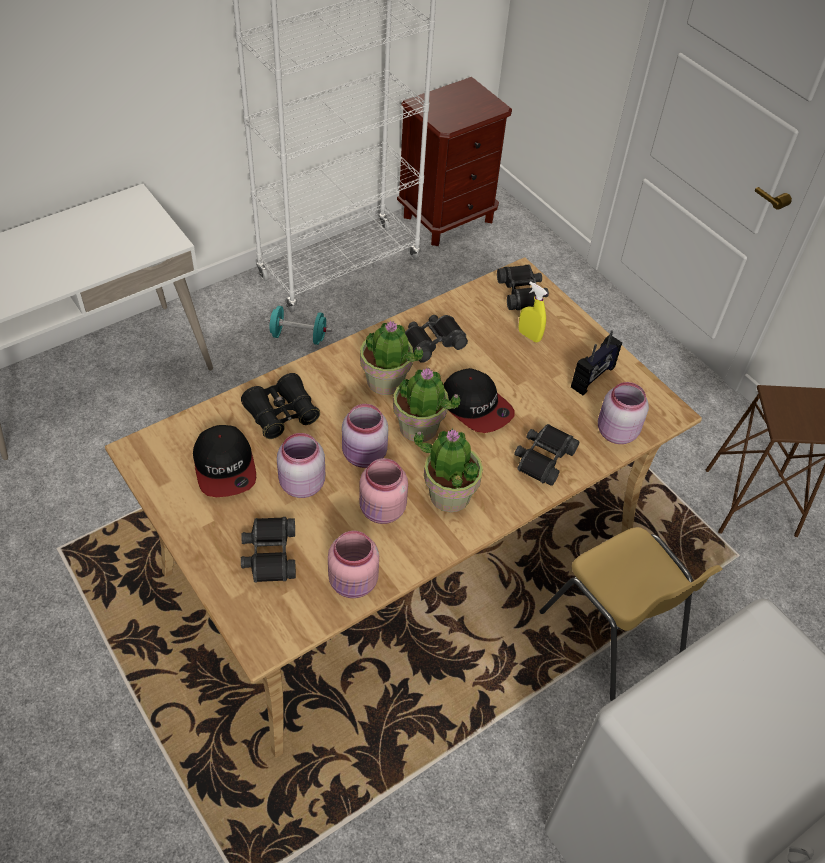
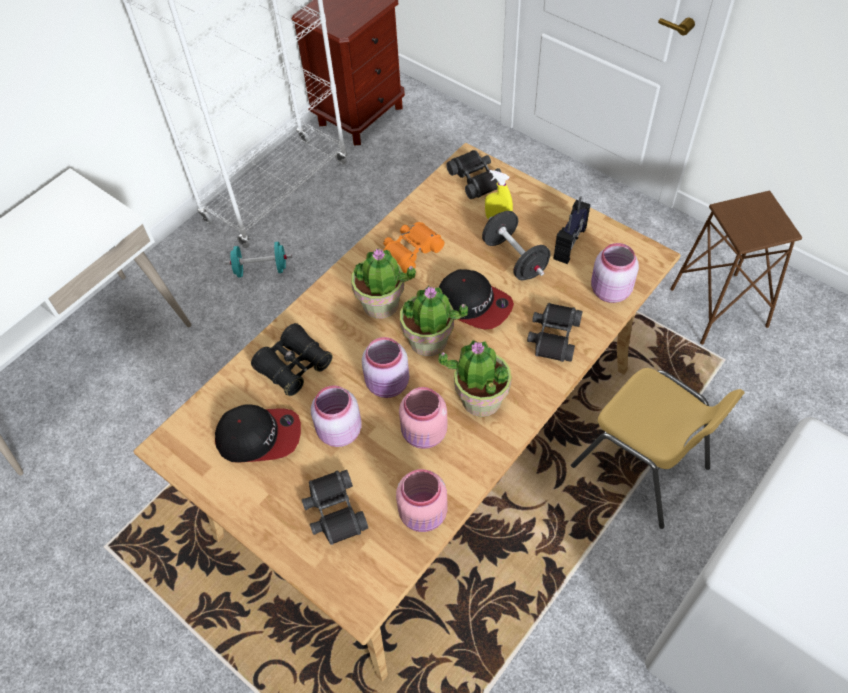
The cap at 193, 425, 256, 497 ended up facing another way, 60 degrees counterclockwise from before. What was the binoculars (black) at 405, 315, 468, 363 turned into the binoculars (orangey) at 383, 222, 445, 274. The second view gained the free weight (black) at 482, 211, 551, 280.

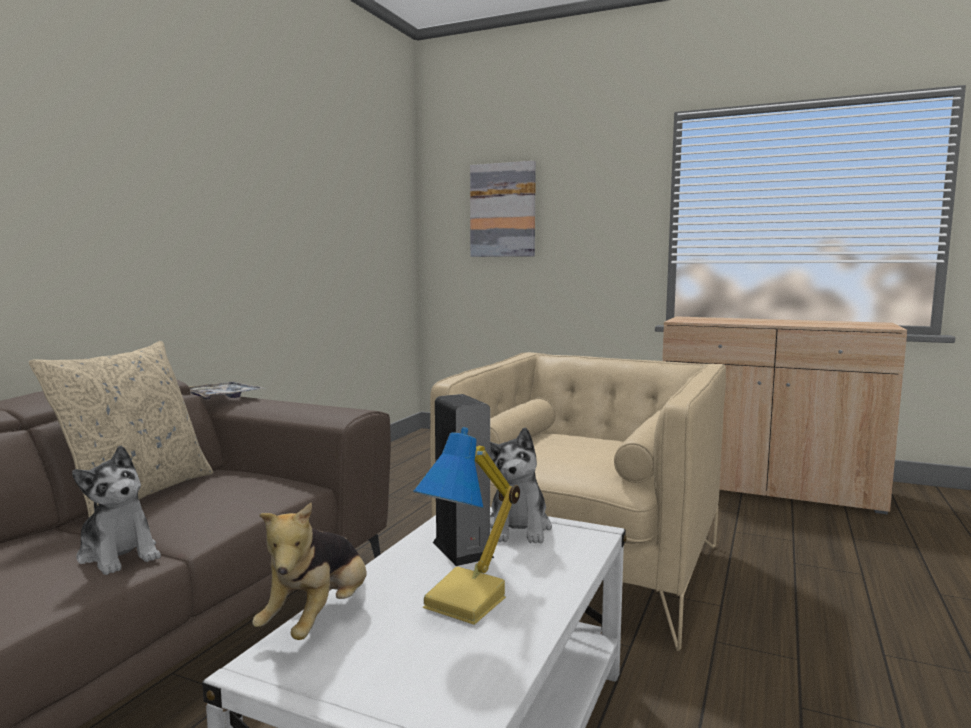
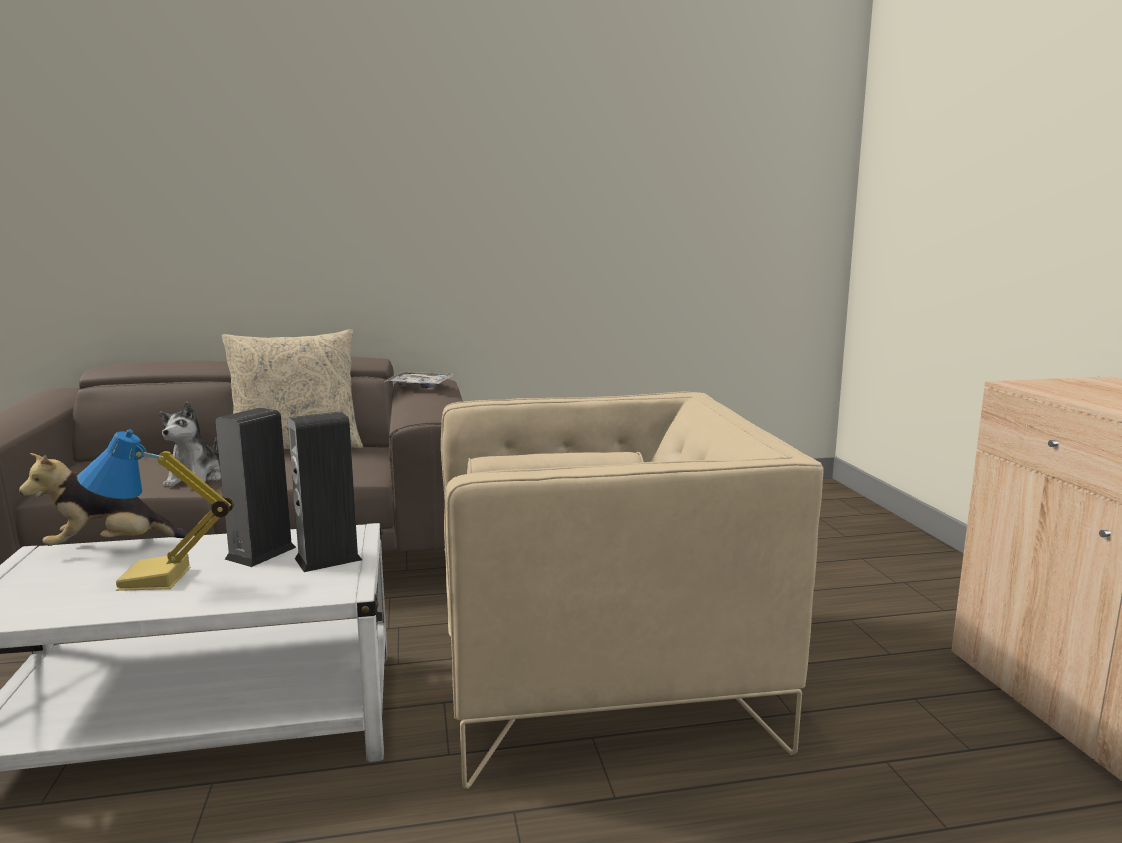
The second view lost the wall art at 470, 161, 536, 257. Where the cuddly toy stood at 490, 427, 552, 543, the audio speaker came to stand at 288, 412, 362, 572.

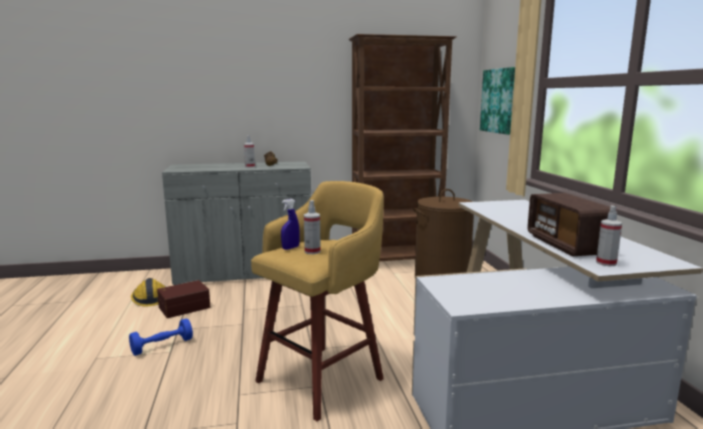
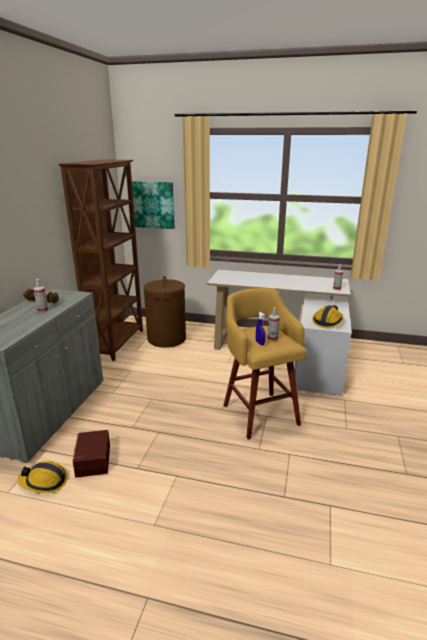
The second view lost the free weight (bluish) at 129, 319, 193, 356. The second view lost the radio at 527, 193, 617, 256. The second view gained the work helmet at 312, 305, 344, 328.

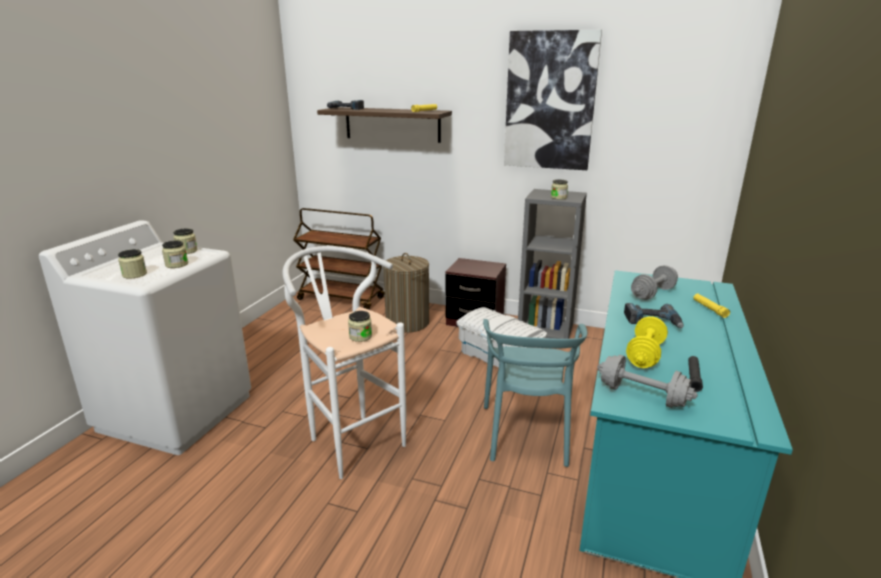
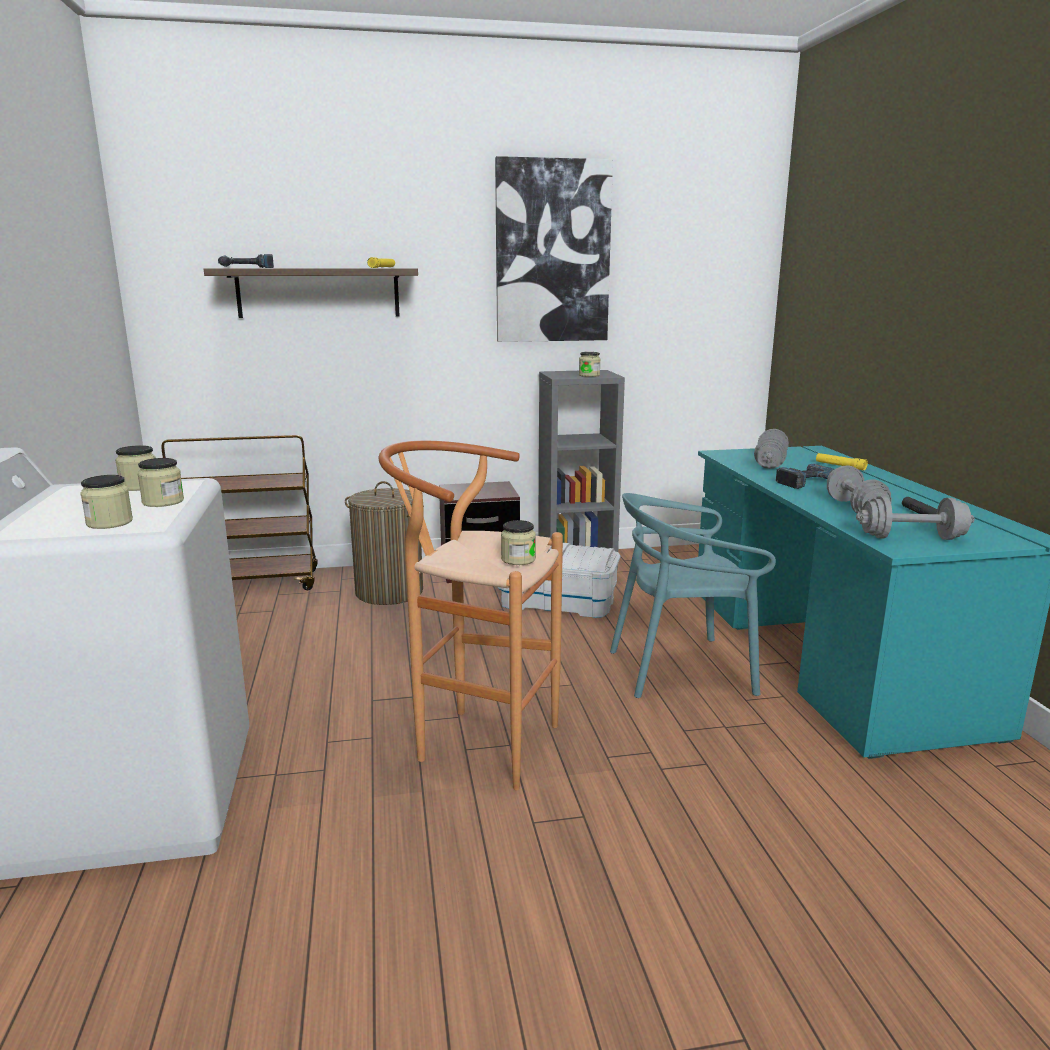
What was the sitting stool (white-coloured) at 283, 246, 406, 479 turned into the sitting stool (brownish) at 379, 441, 563, 790. The upright chair (blue-green) at 483, 319, 587, 467 ended up facing another way, 105 degrees clockwise from before. What was the free weight (yellow) at 626, 316, 668, 368 turned into the free weight (greyish) at 827, 465, 892, 513.

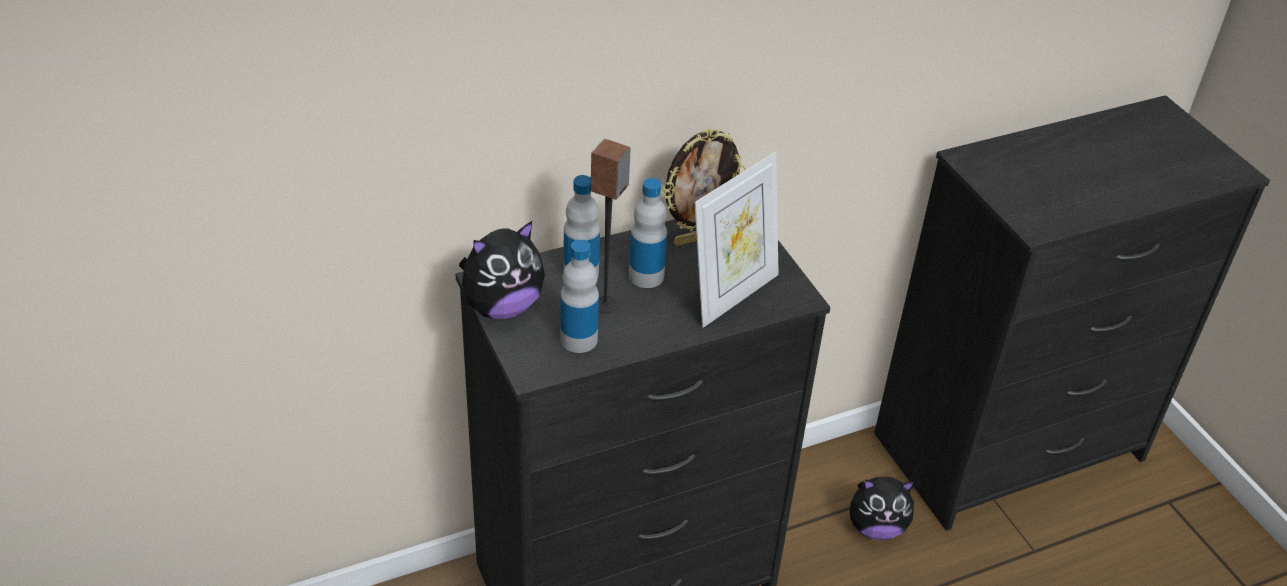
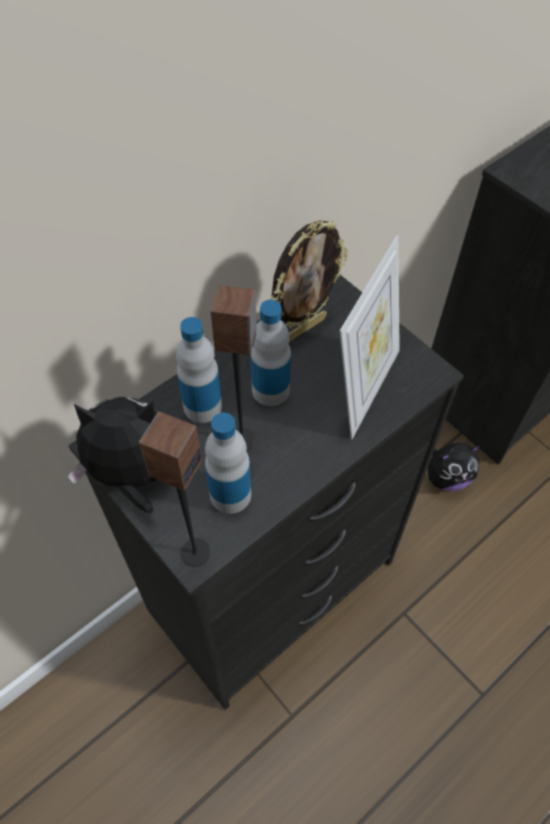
The cuddly toy at 459, 221, 545, 319 ended up facing another way, 135 degrees counterclockwise from before. The second view gained the audio speaker at 139, 411, 210, 567.

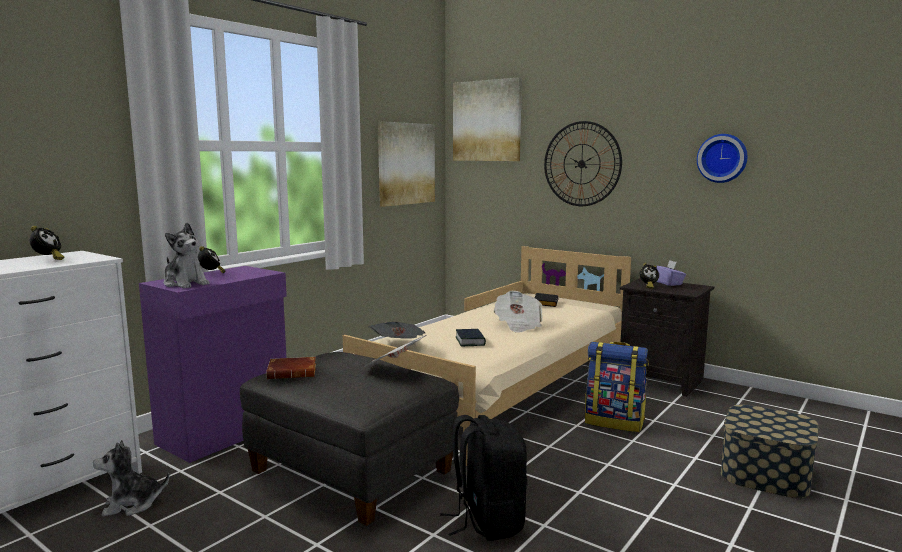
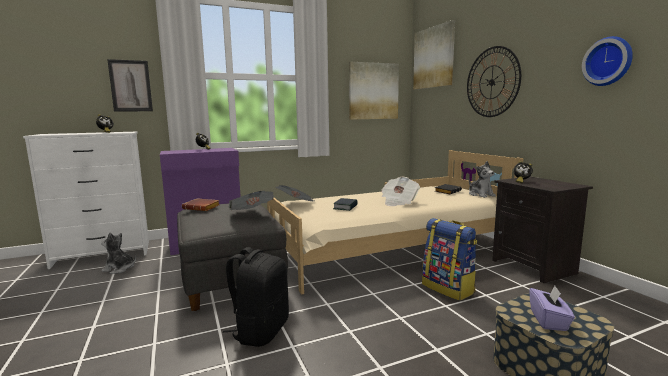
The cuddly toy ended up elsewhere, having gone from 164, 223, 210, 288 to 469, 161, 496, 198. The box of tissues (purple-coloured) ended up elsewhere, having gone from 656, 260, 686, 286 to 529, 286, 575, 331. The second view gained the wall art at 107, 59, 153, 112.

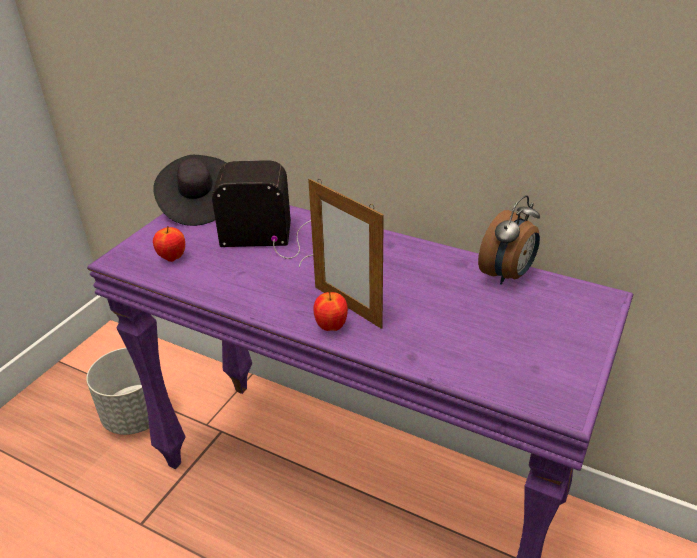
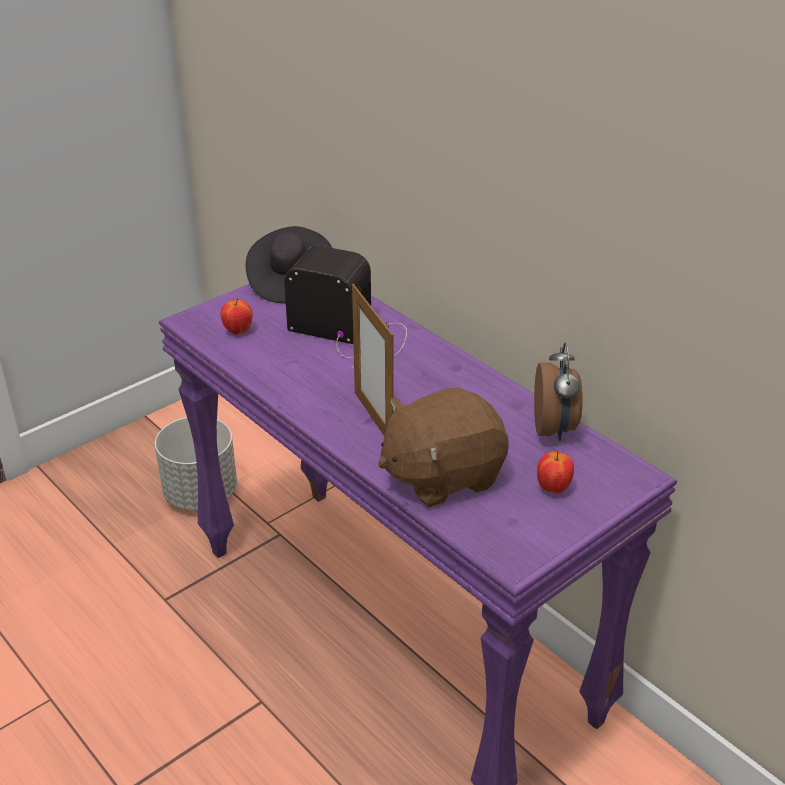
The apple fruit ended up elsewhere, having gone from 313, 292, 348, 331 to 537, 451, 574, 494. The table clock at 478, 195, 540, 285 ended up facing another way, 60 degrees counterclockwise from before. The second view gained the cuddly toy (brownish) at 378, 387, 509, 508.

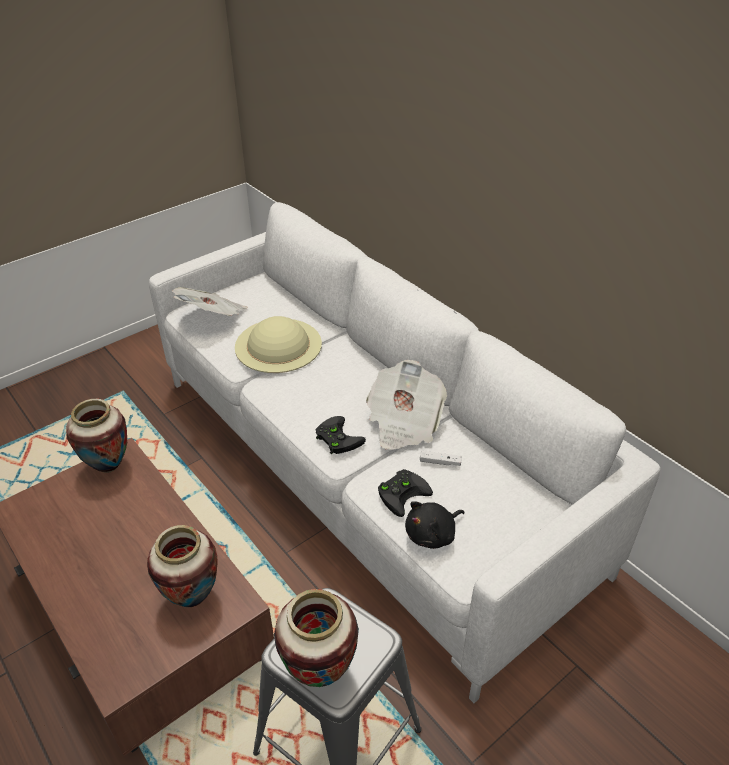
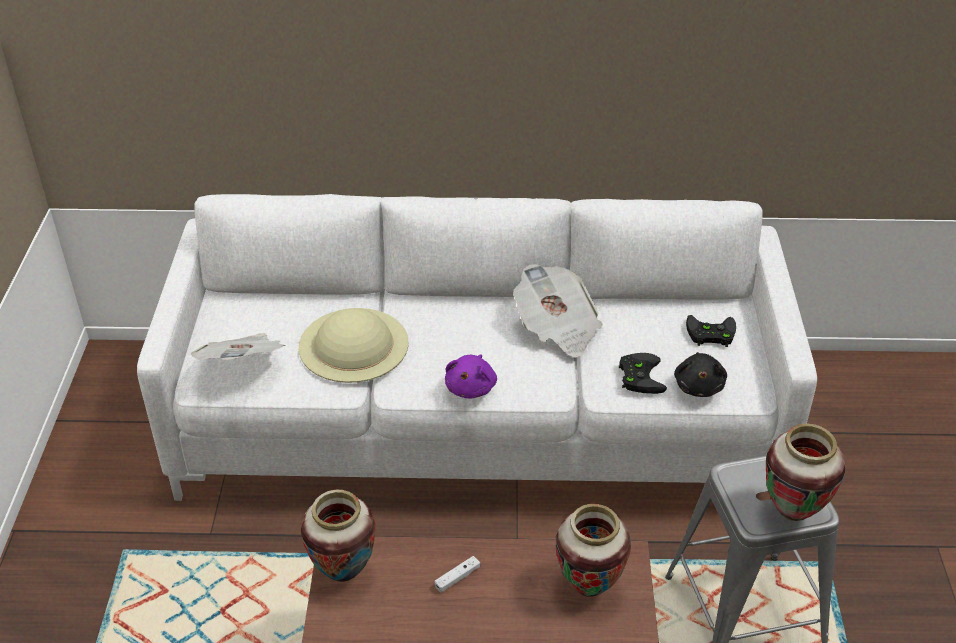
The gamepad (black) ended up elsewhere, having gone from 316, 416, 366, 454 to 686, 315, 736, 347. The gamepad (white-coloured) ended up elsewhere, having gone from 420, 451, 462, 466 to 434, 556, 480, 592. The second view gained the cuddly toy (purple-coloured) at 445, 354, 497, 399.

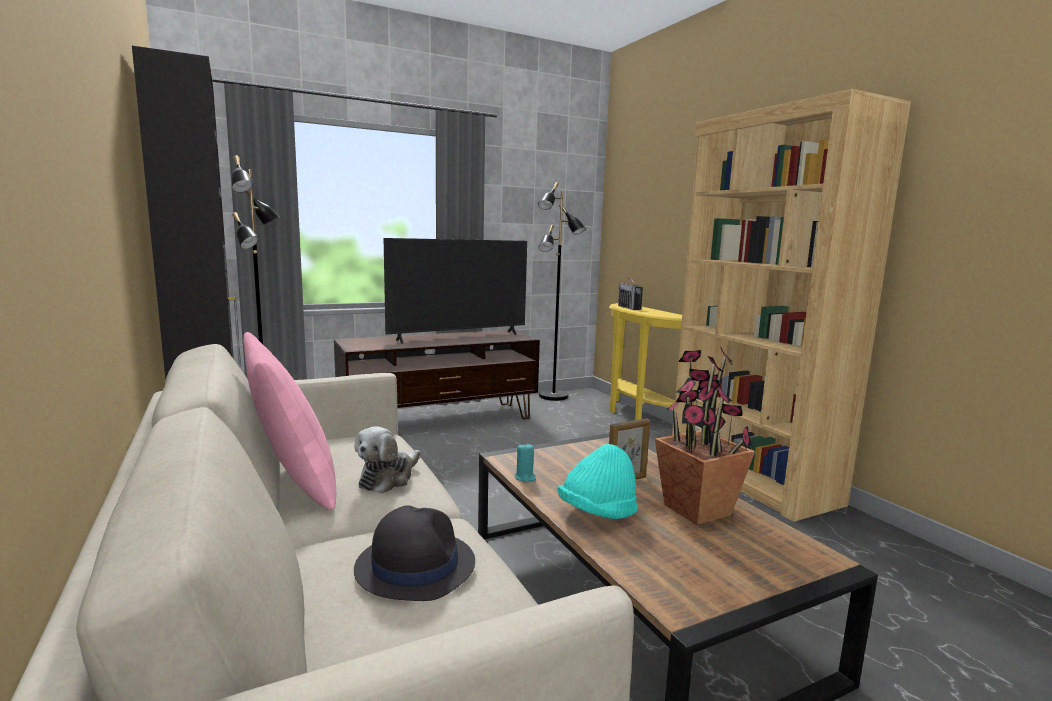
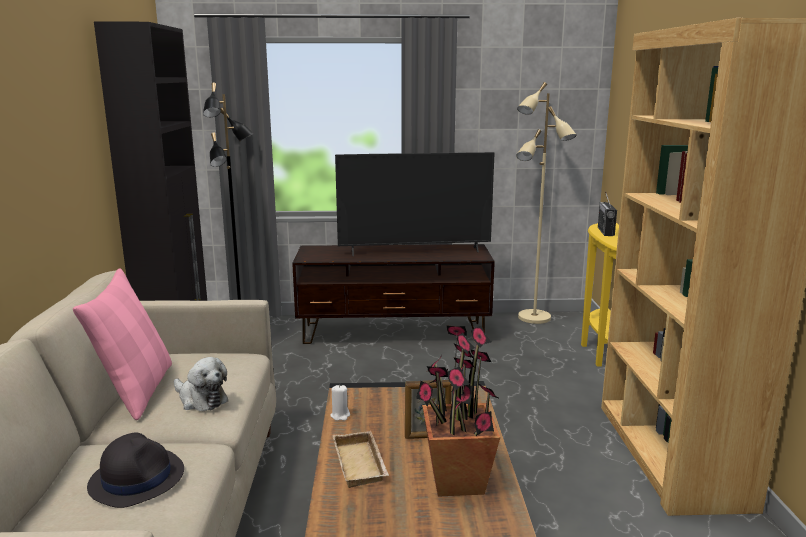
The cuddly toy at 354, 426, 420, 493 ended up facing another way, 105 degrees counterclockwise from before. What was the candle (blue-green) at 515, 444, 536, 482 turned into the candle (white-coloured) at 330, 385, 350, 421. What was the standard lamp (black) at 538, 182, 586, 401 turned into the standard lamp (sand-coloured) at 516, 82, 577, 324. Where the hat (blue-green) stood at 558, 444, 638, 519, the serving tray (sand-coloured) came to stand at 333, 431, 389, 488.

